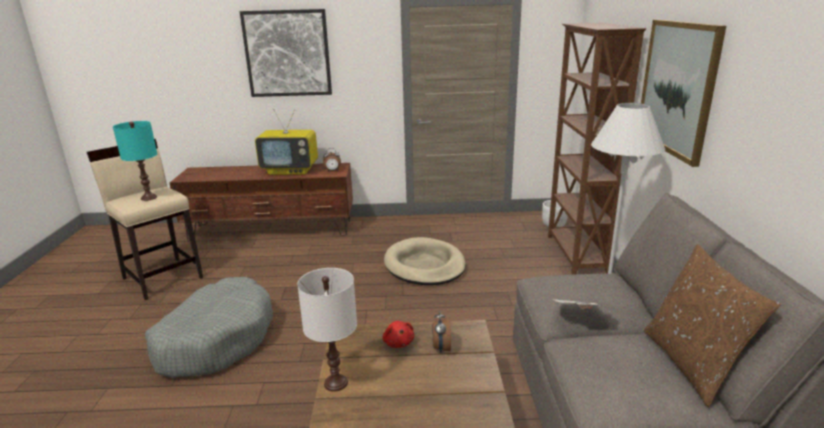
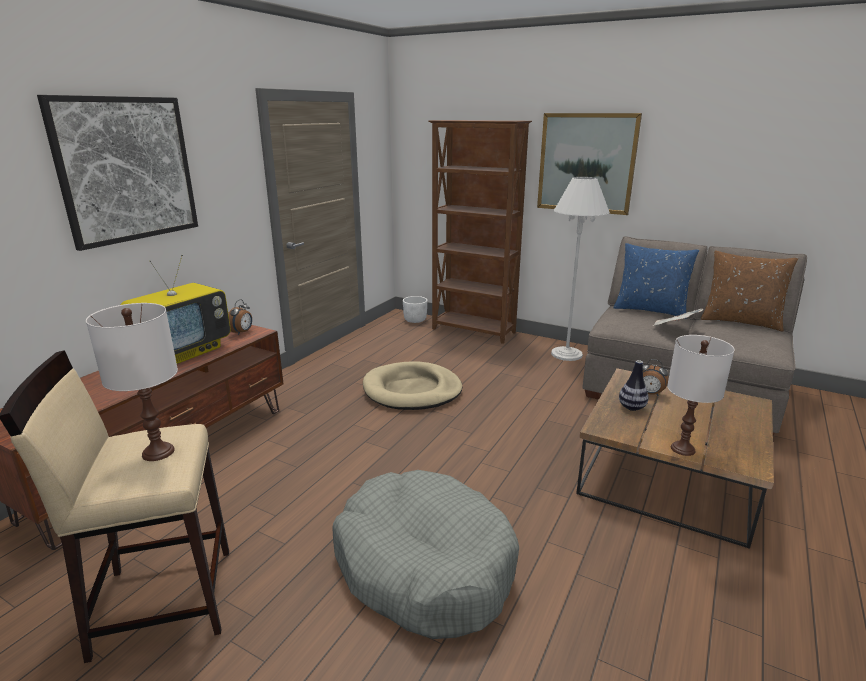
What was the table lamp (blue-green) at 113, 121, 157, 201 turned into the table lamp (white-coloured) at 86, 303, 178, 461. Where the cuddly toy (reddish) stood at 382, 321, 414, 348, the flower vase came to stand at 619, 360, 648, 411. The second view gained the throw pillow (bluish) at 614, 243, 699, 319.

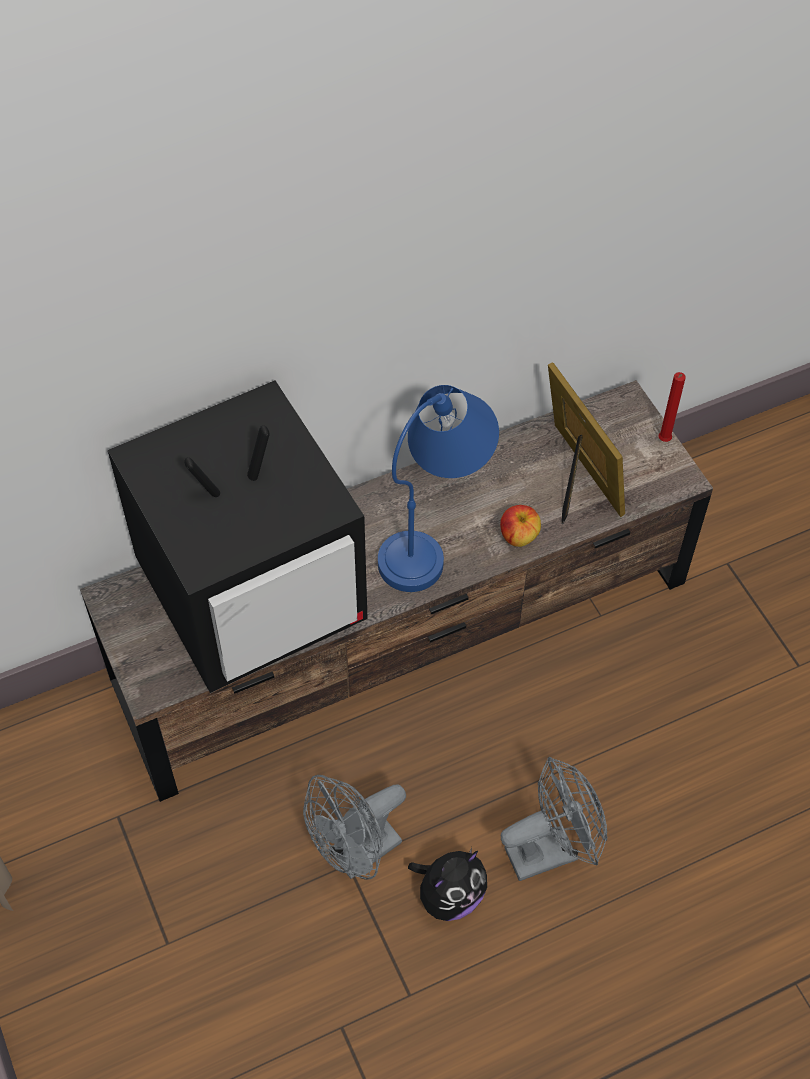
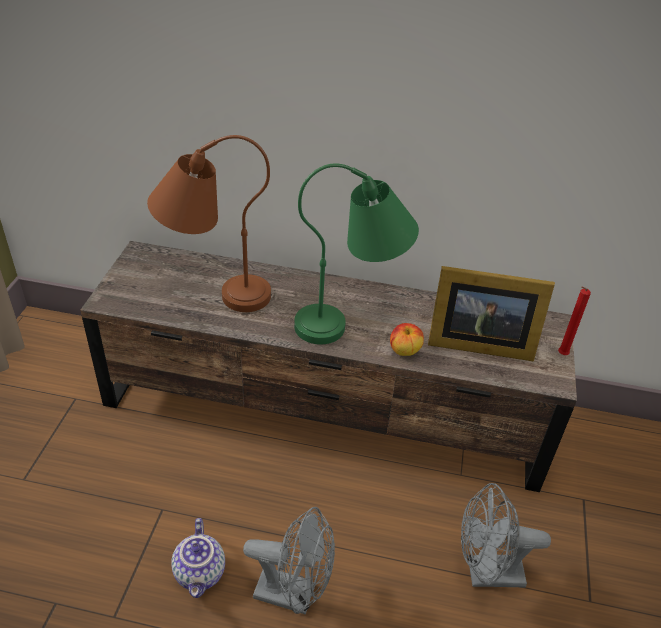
Where the TV stood at 108, 380, 368, 693, the table lamp (brownish) came to stand at 147, 135, 271, 312. The electric fan (greyish) ended up elsewhere, having gone from 303, 775, 406, 880 to 461, 483, 551, 587. What was the table lamp (bluish) at 378, 385, 499, 592 turned into the table lamp (greenish) at 294, 164, 419, 345. Where the cuddly toy stood at 408, 847, 487, 921, the teapot came to stand at 171, 518, 225, 598. The standing frame at 548, 363, 625, 524 ended up facing another way, 90 degrees clockwise from before.

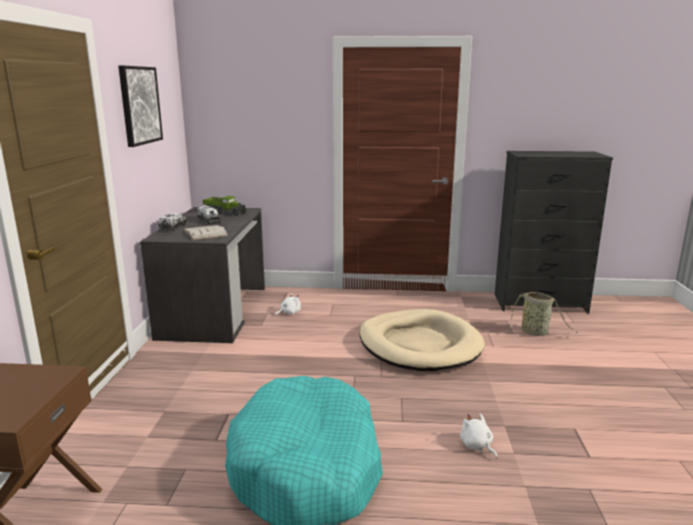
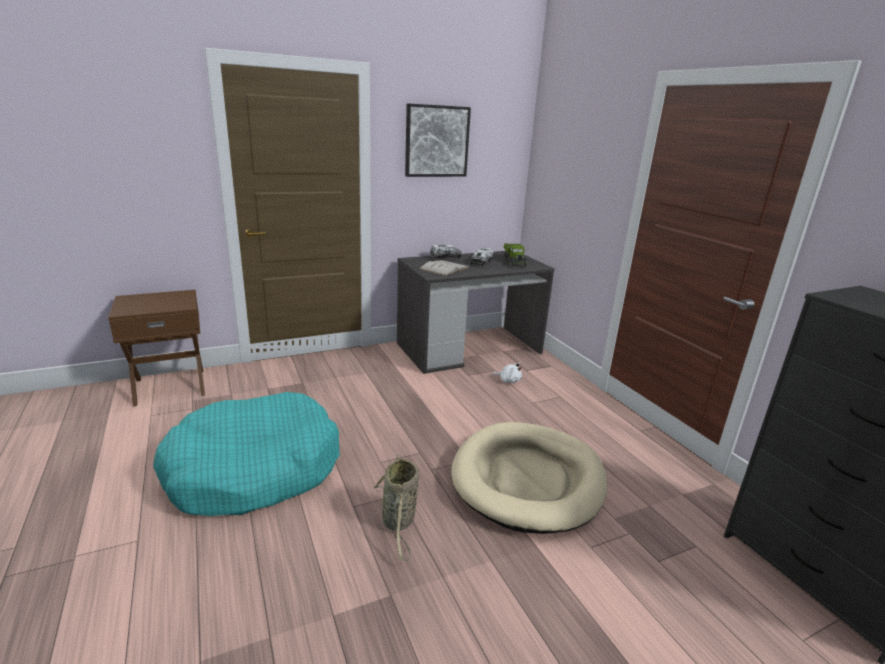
The second view lost the cuddly toy (white-coloured) at 460, 413, 497, 458. The storage basket ended up elsewhere, having gone from 506, 292, 578, 336 to 373, 455, 419, 561.

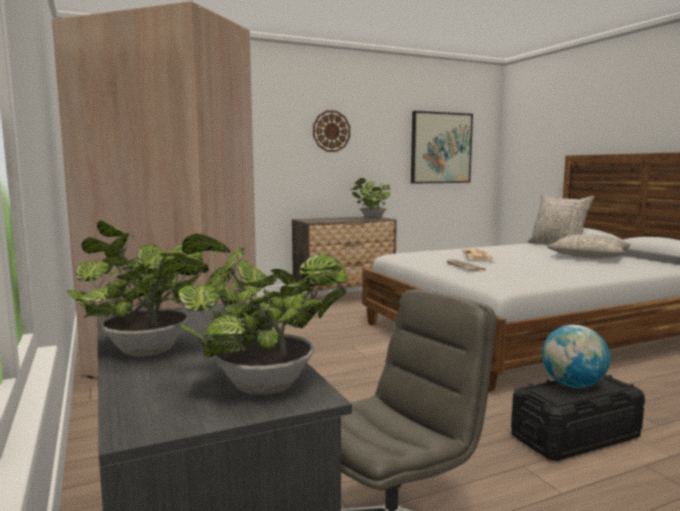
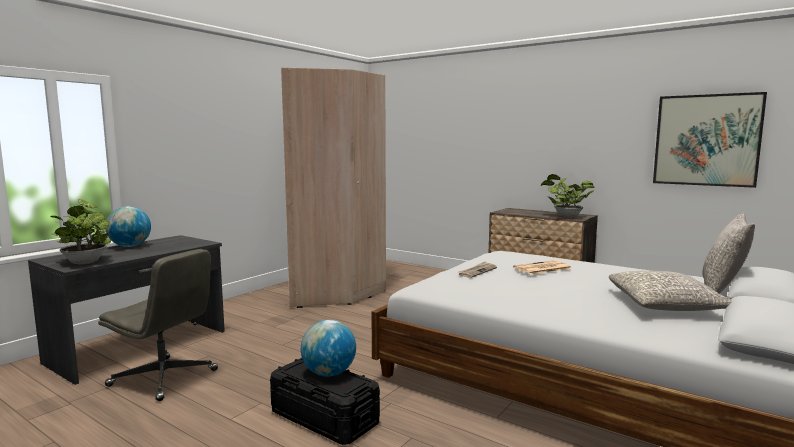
Where the houseplant stood at 67, 220, 207, 356, the globe came to stand at 105, 206, 151, 247. The second view lost the hanging clock at 313, 110, 350, 152.

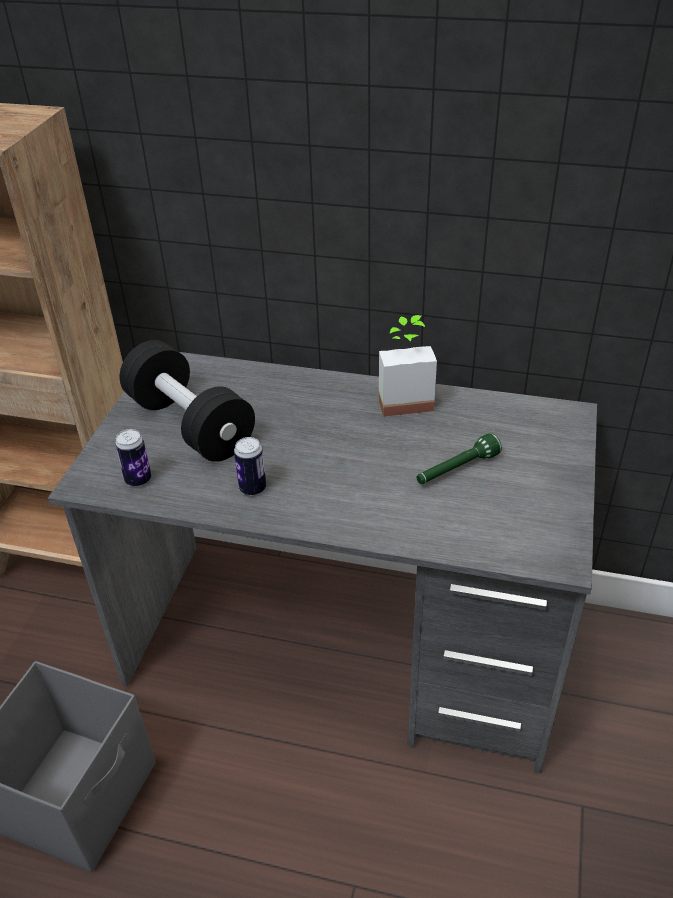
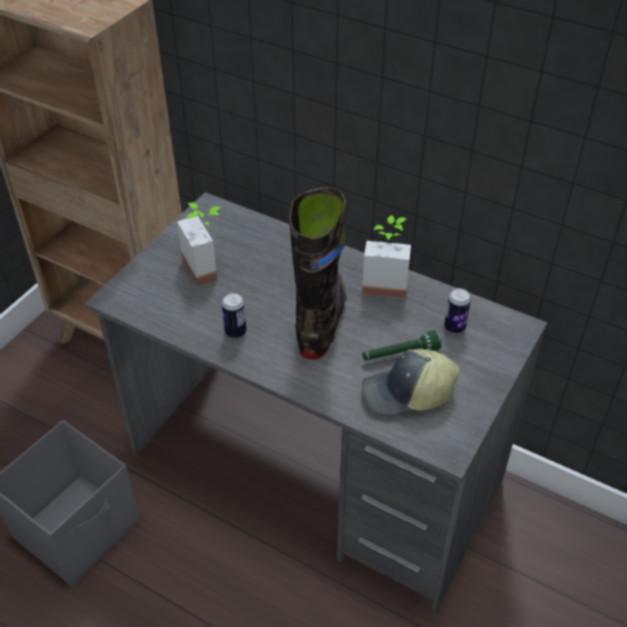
The can ended up elsewhere, having gone from 115, 429, 151, 487 to 444, 288, 471, 333. Where the free weight (black) stood at 120, 340, 255, 462, the houseplant came to stand at 177, 203, 221, 286. The second view gained the boot (black) at 289, 187, 347, 359. The second view gained the cap at 362, 349, 459, 416.

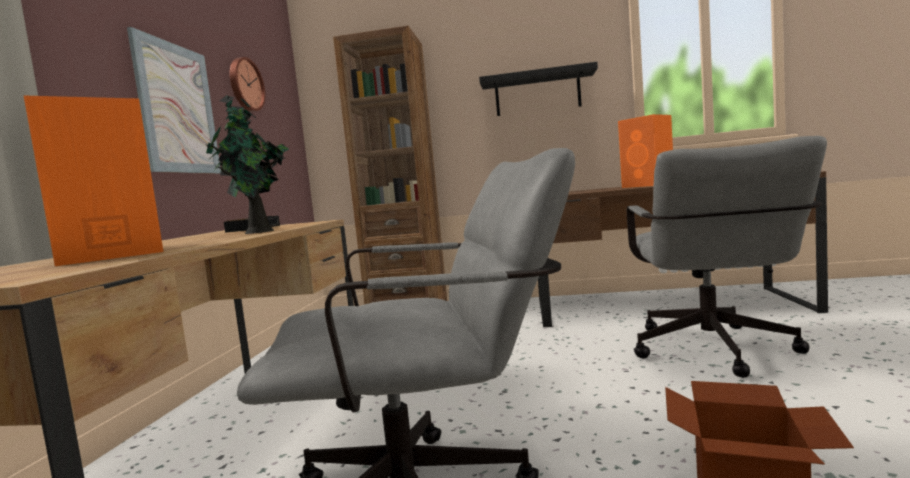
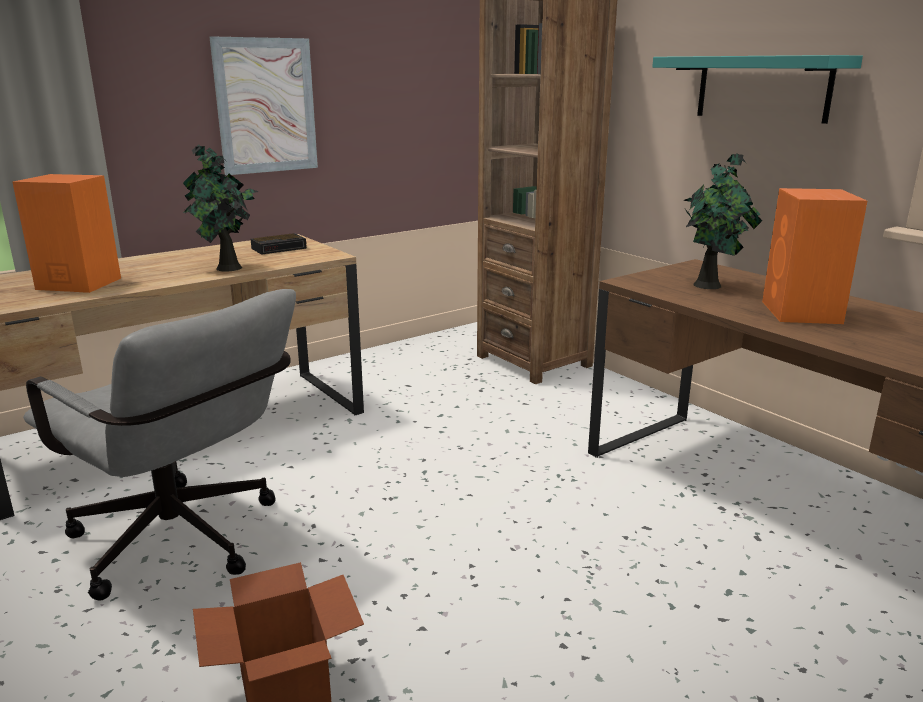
The second view lost the hanging clock at 230, 57, 265, 112. What was the bracket shelf (black) at 479, 62, 598, 116 turned into the bracket shelf (blue-green) at 652, 55, 863, 124. The second view lost the computer chair (greyish) at 627, 136, 827, 378. The second view gained the houseplant at 684, 154, 762, 289.

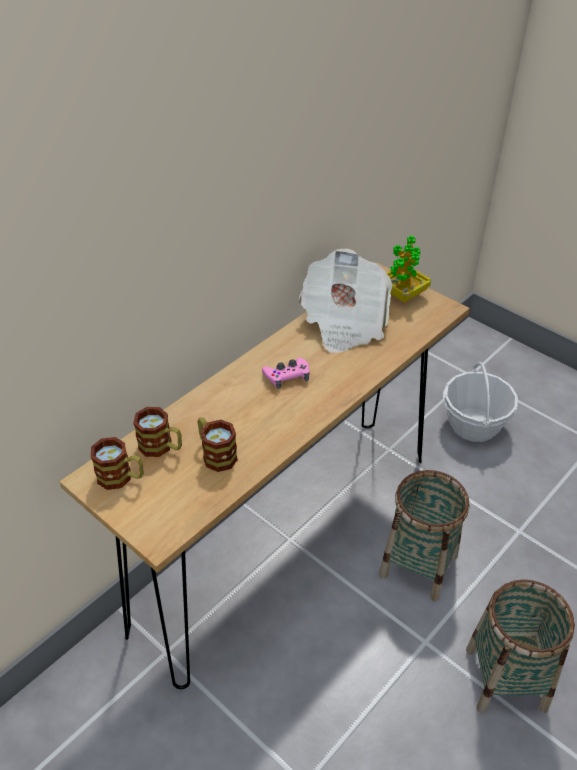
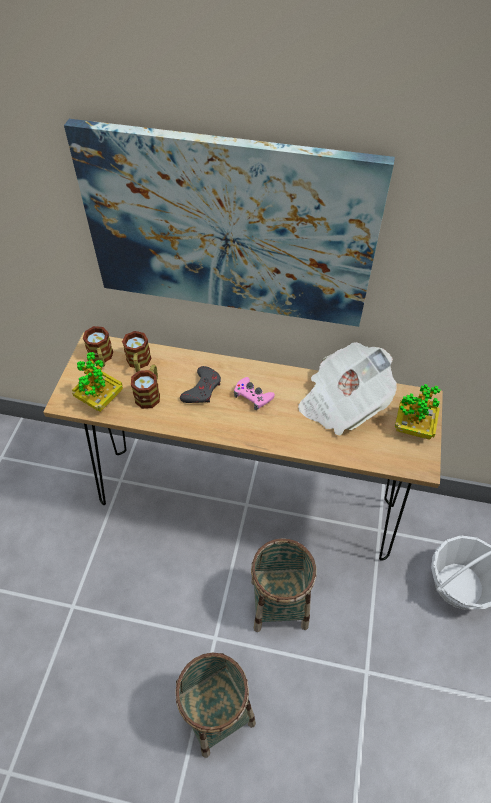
The second view gained the wall art at 64, 119, 395, 327. The second view gained the houseplant at 72, 352, 123, 412. The second view gained the gamepad (greyish) at 180, 366, 221, 403.

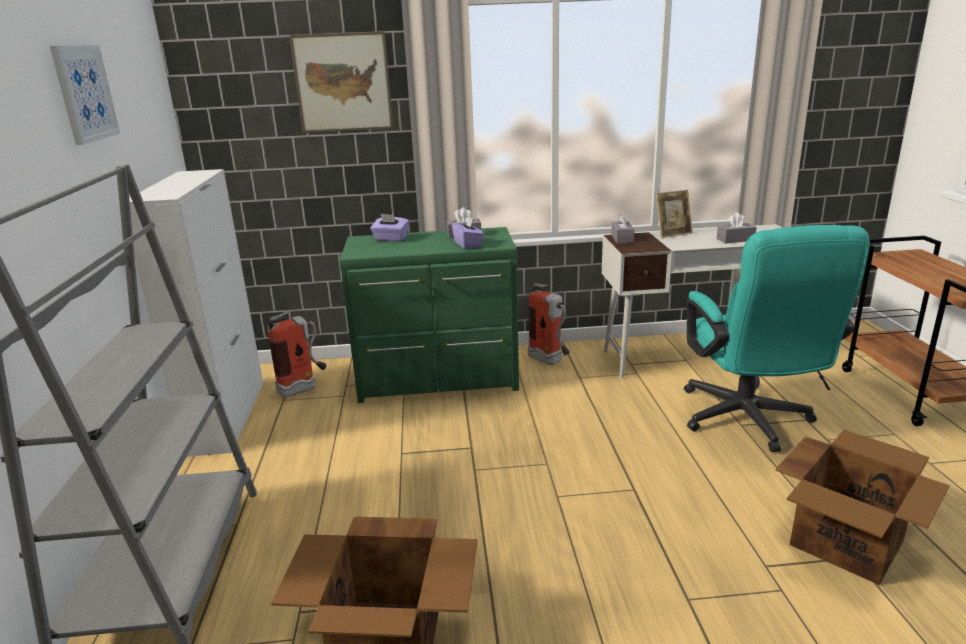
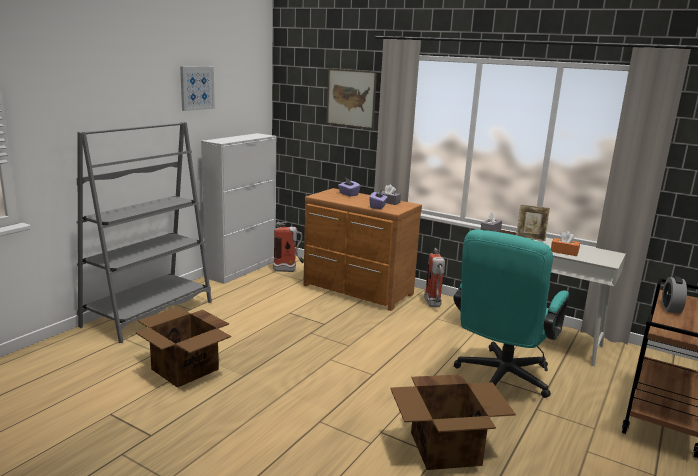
What was the chest of drawers (greenish) at 339, 227, 519, 403 turned into the chest of drawers (brownish) at 303, 188, 422, 311. What was the box of tissues (greyish) at 716, 212, 757, 244 turned into the box of tissues (orangey) at 551, 231, 580, 256. The second view gained the table clock at 662, 276, 687, 314.

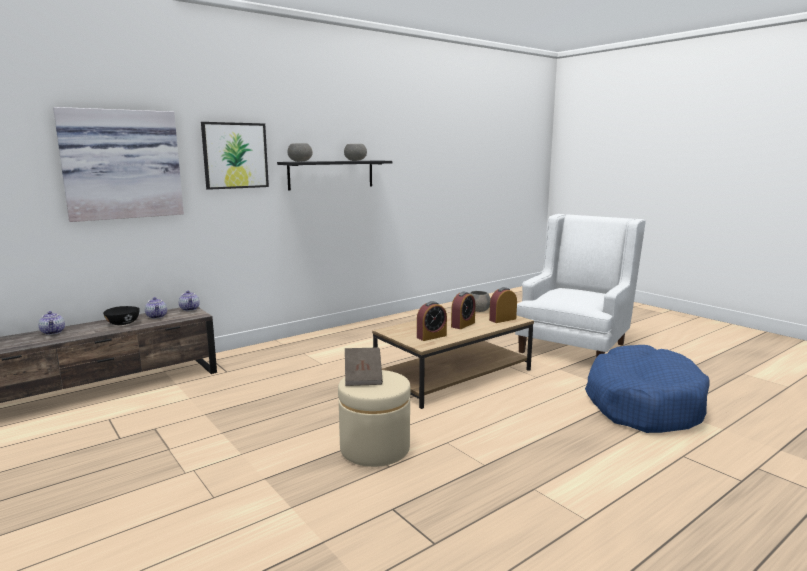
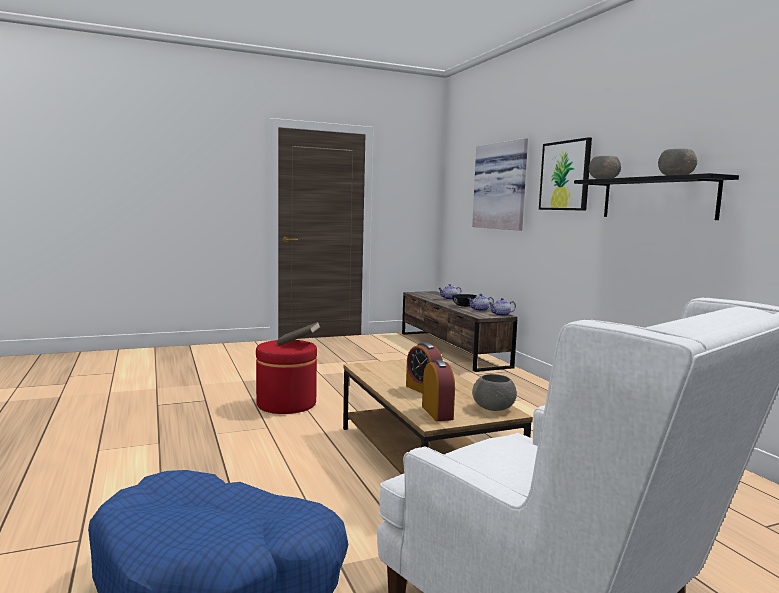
What was the pouffe (sand-coloured) at 338, 370, 411, 467 turned into the pouffe (reddish) at 256, 340, 317, 414. The second view lost the table clock at 417, 301, 447, 341.

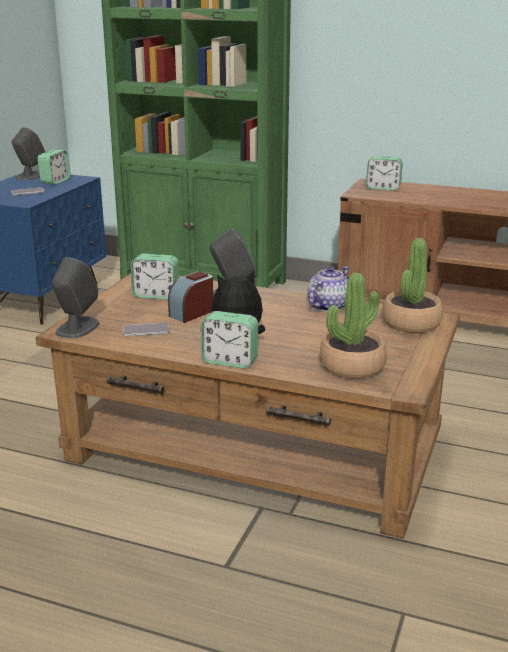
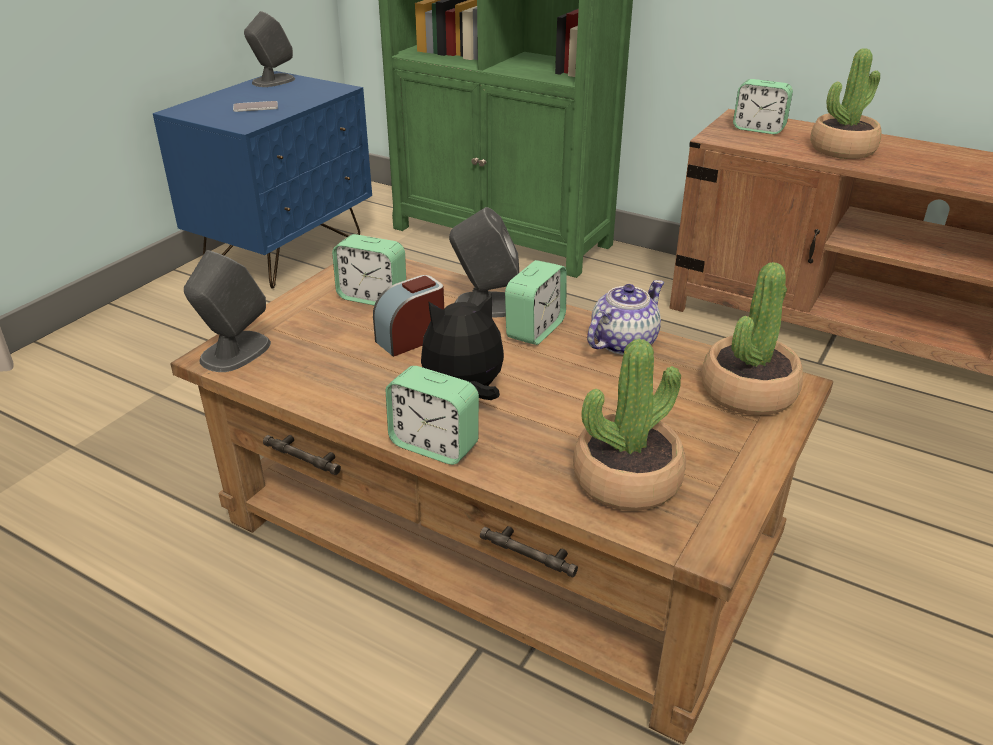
The table clock ended up elsewhere, having gone from 38, 150, 70, 185 to 505, 260, 567, 345. The second view lost the phone at 123, 323, 169, 336. The second view gained the houseplant at 810, 48, 882, 159.

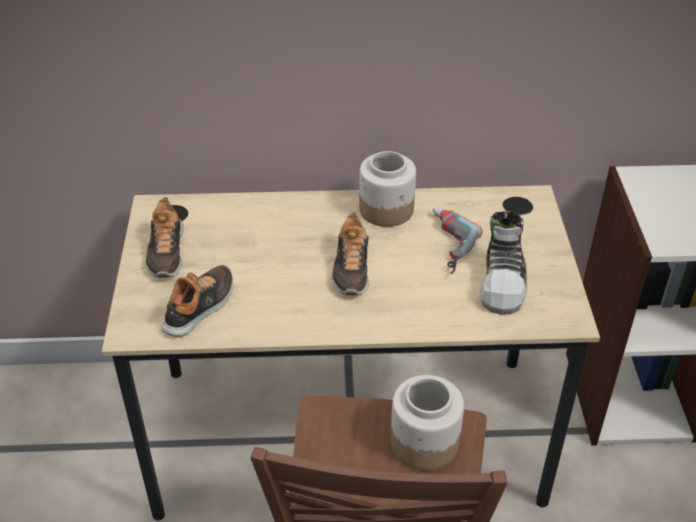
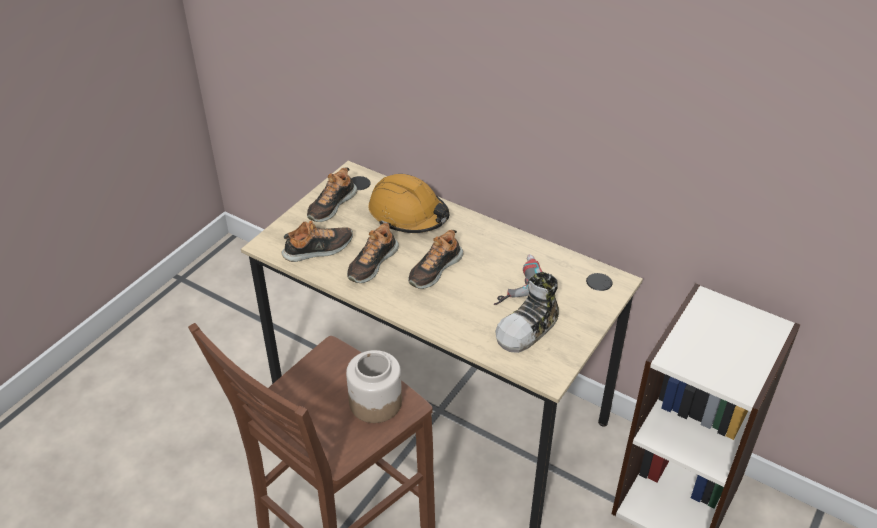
The second view lost the jar at 359, 151, 416, 227. The second view gained the low shoe at 347, 223, 399, 283. The second view gained the work helmet (orangey) at 369, 174, 449, 233.

